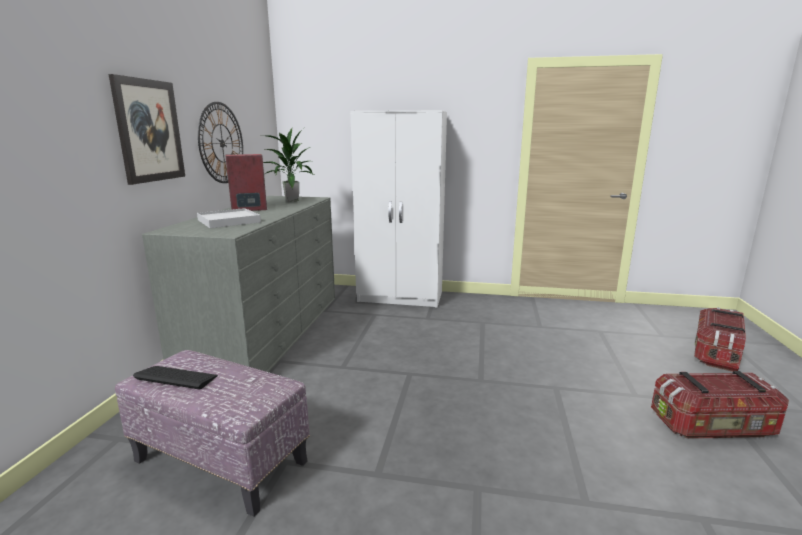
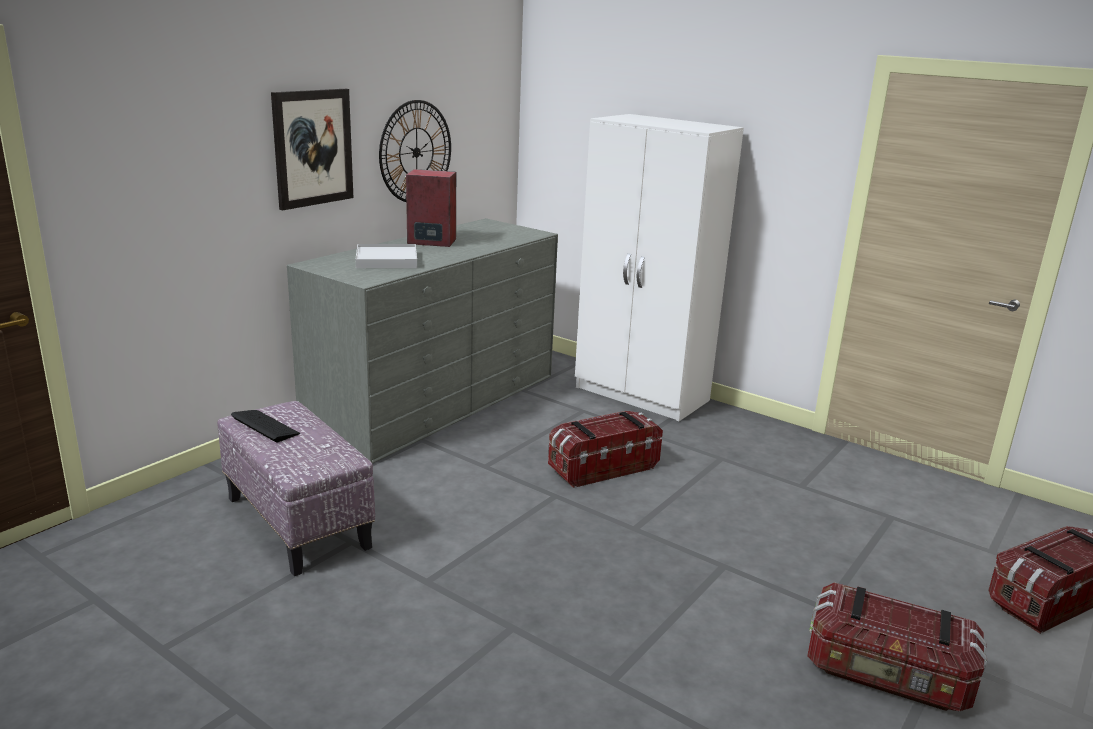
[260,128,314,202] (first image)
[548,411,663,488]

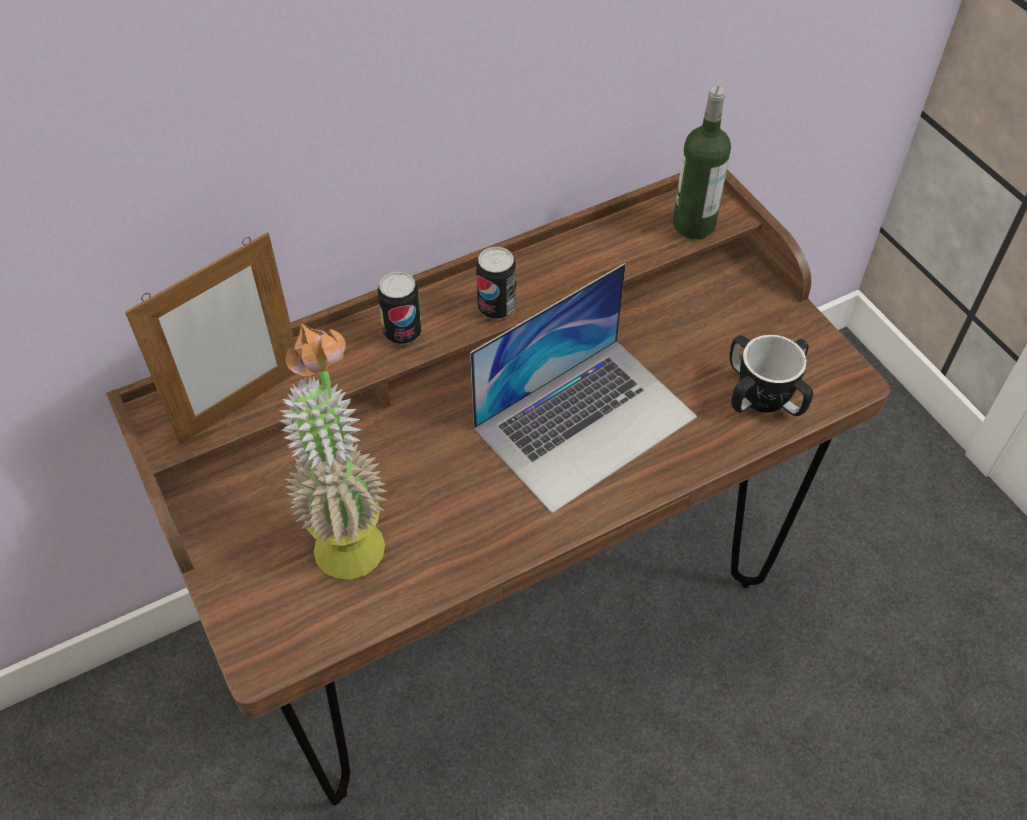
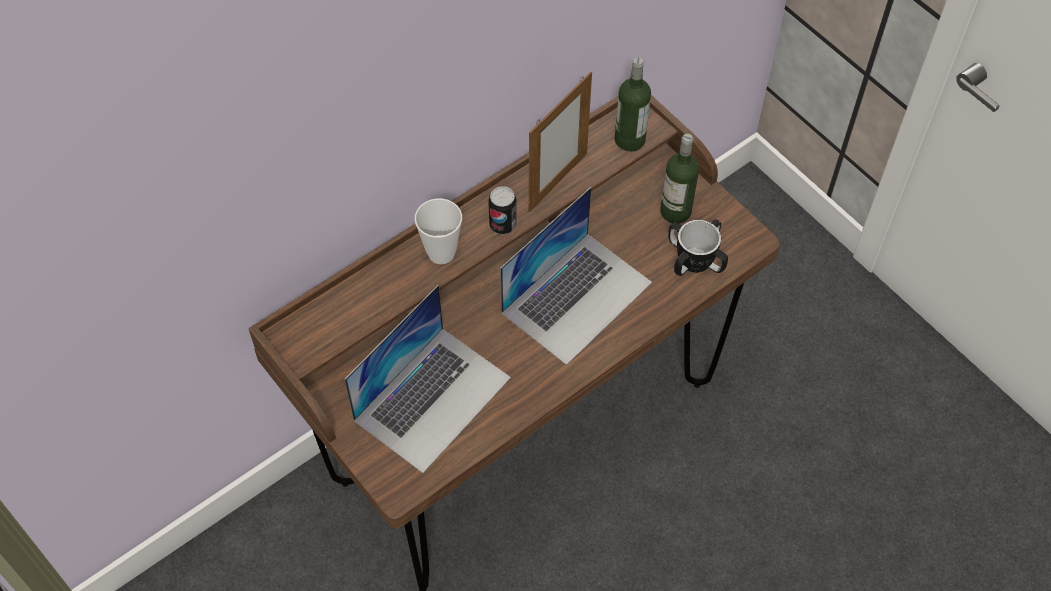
[660,134,699,224]
[529,72,592,212]
[344,285,511,473]
[415,198,462,264]

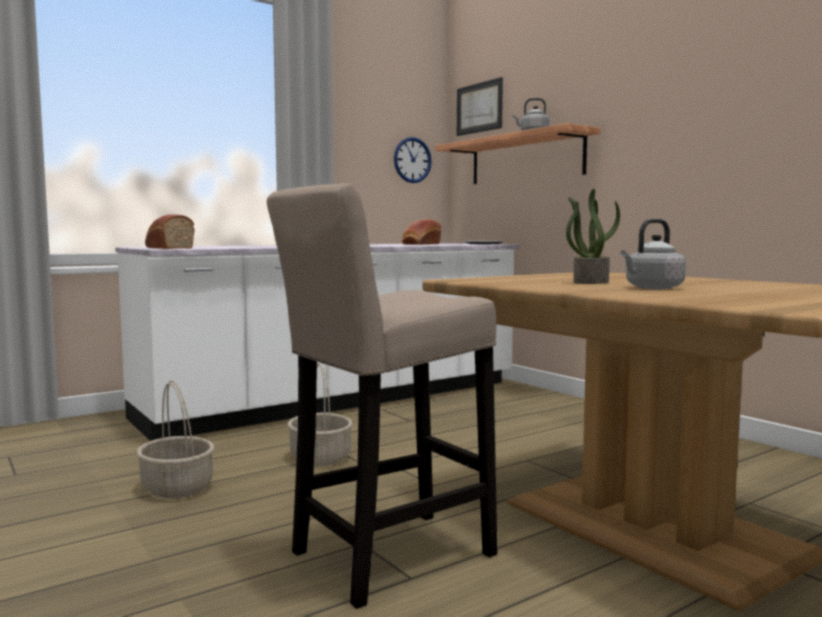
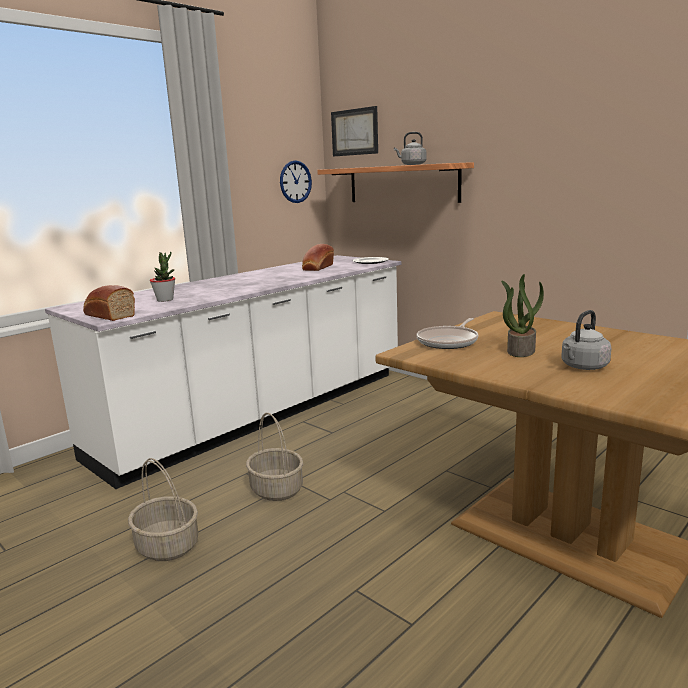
[267,183,497,609] (first image)
[150,252,175,302]
[417,318,478,349]

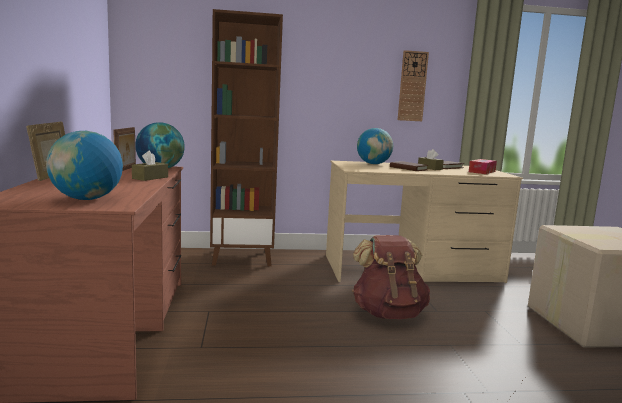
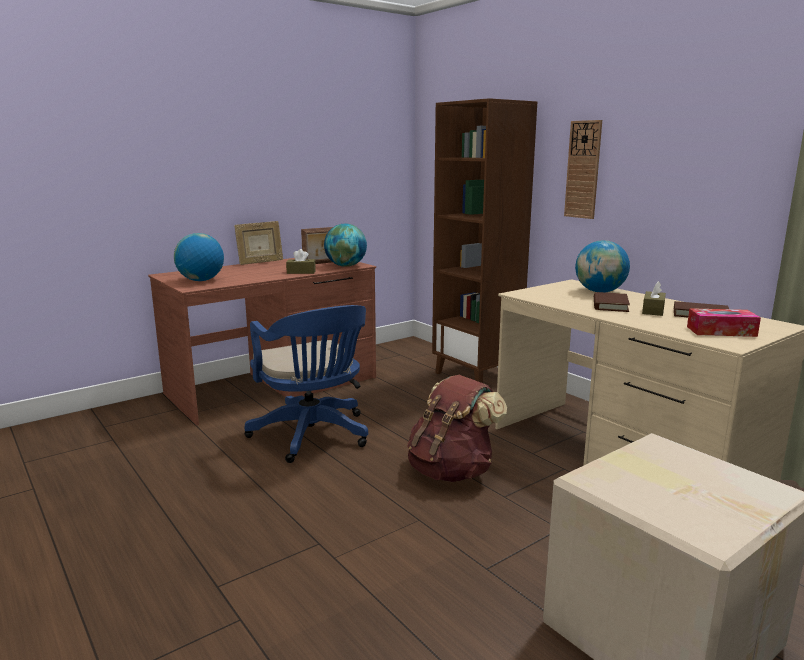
[245,305,368,463]
[564,120,602,219]

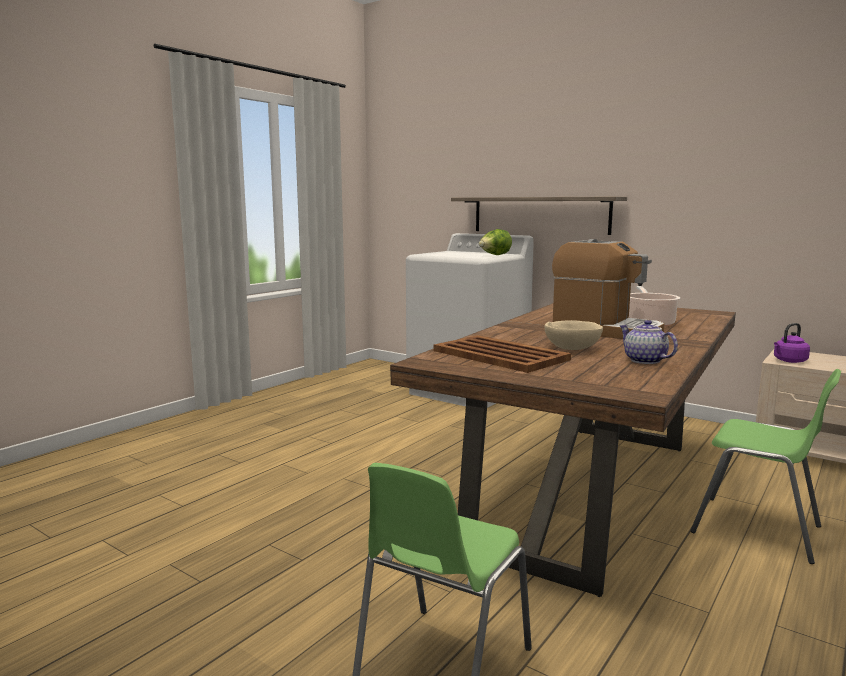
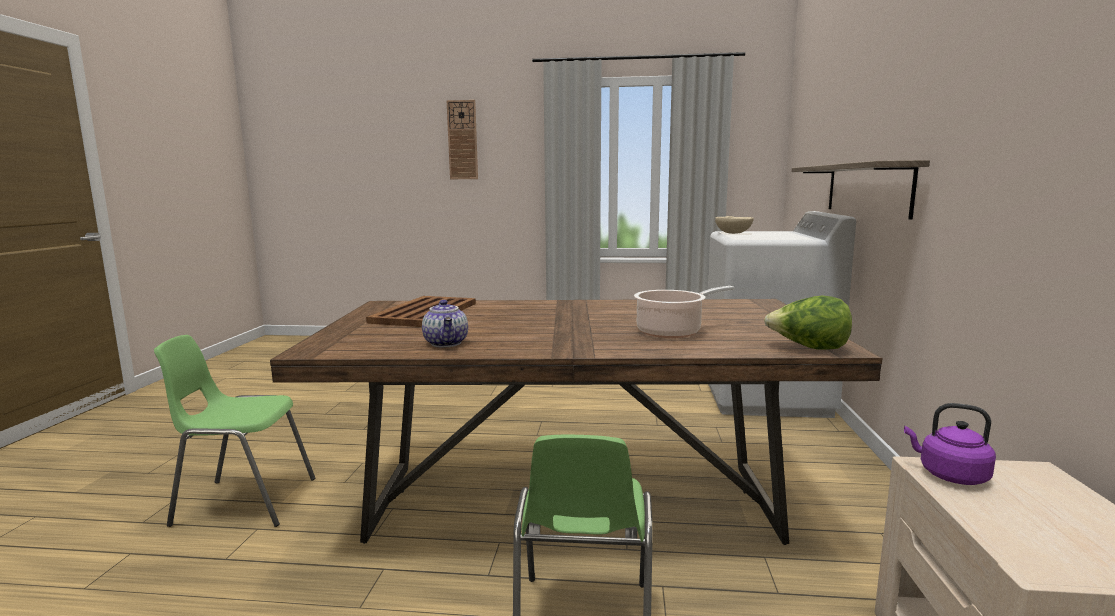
[552,239,664,339] (first image)
[447,100,478,179]
[764,296,852,350]
[715,216,754,234]
[422,300,468,348]

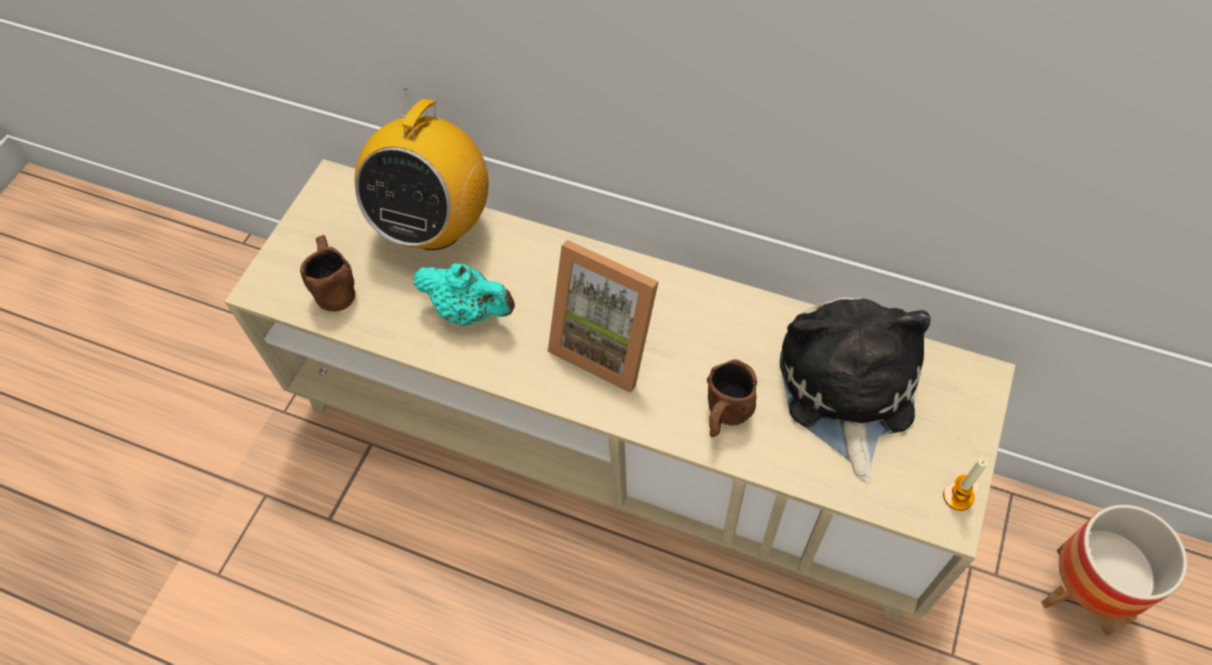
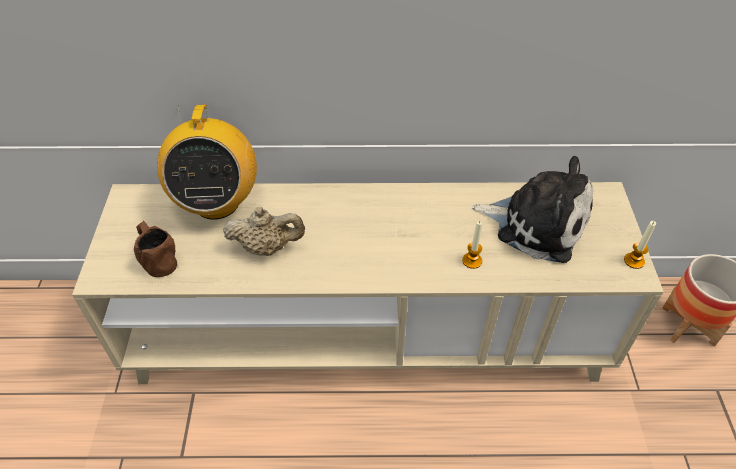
[548,240,658,393] (first image)
[462,221,483,269]
[223,207,305,256]
[472,156,593,263]

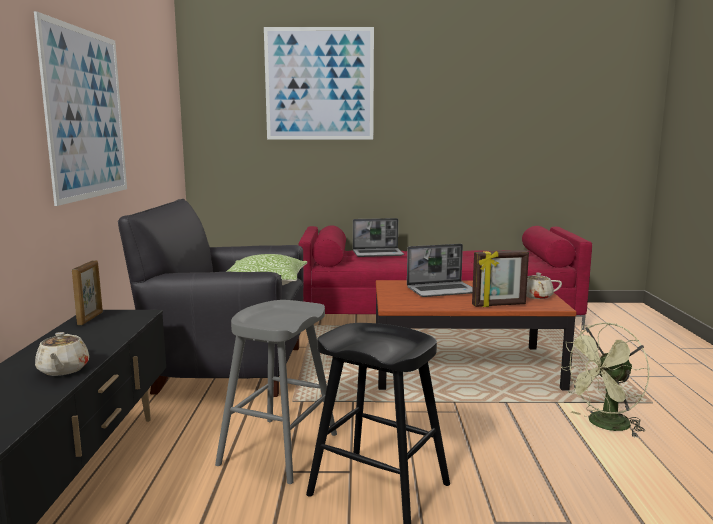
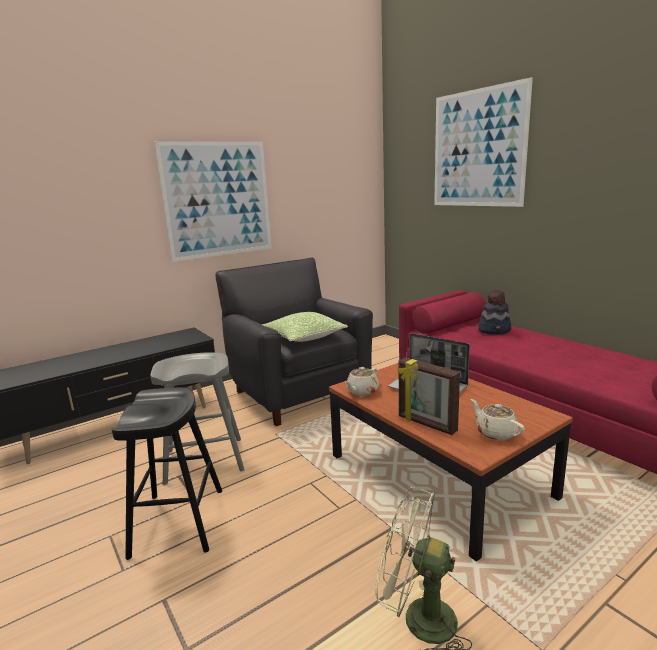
[72,260,103,325] (first image)
[345,367,379,396]
[478,289,511,335]

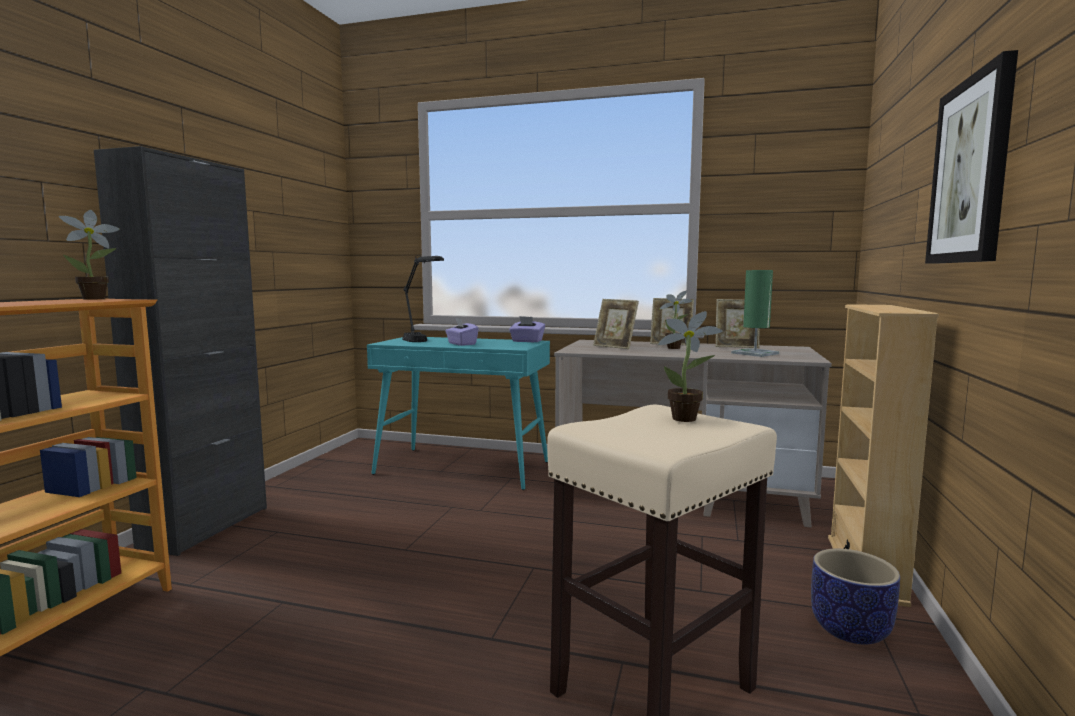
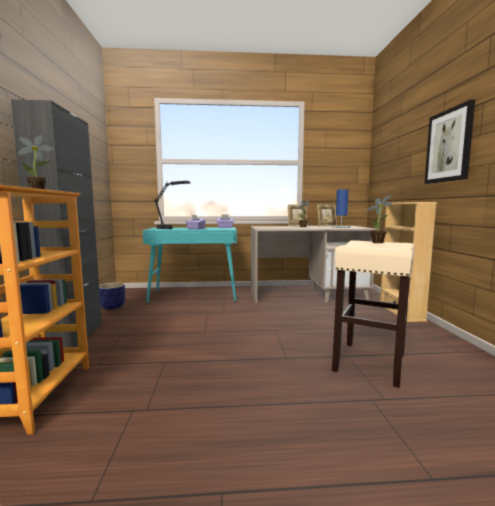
[593,299,639,349] (first image)
[99,282,125,310]
[332,189,350,228]

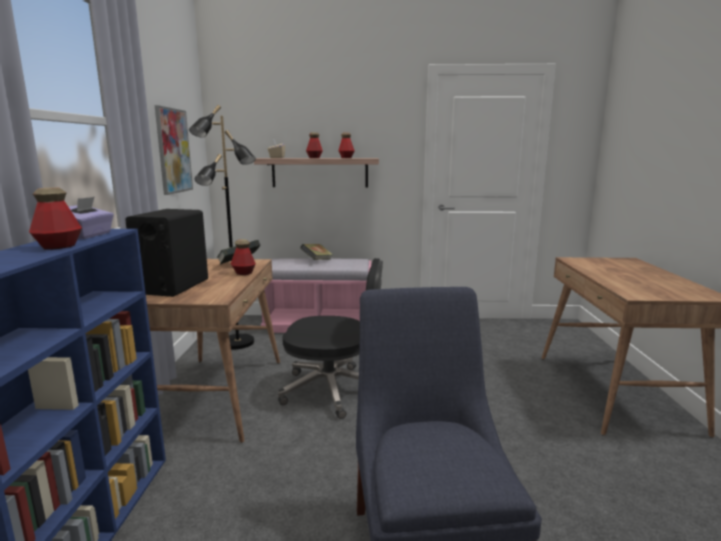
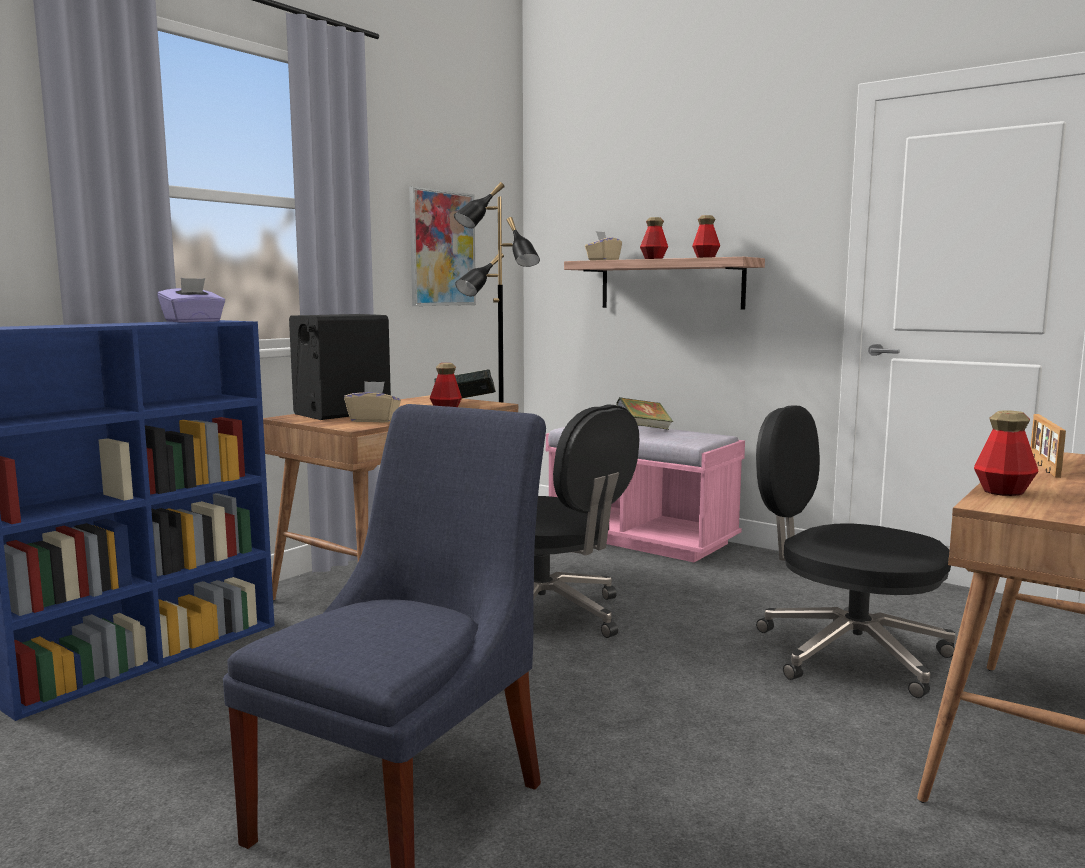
[344,381,401,423]
[756,406,956,698]
[1031,414,1066,478]
[974,410,1038,496]

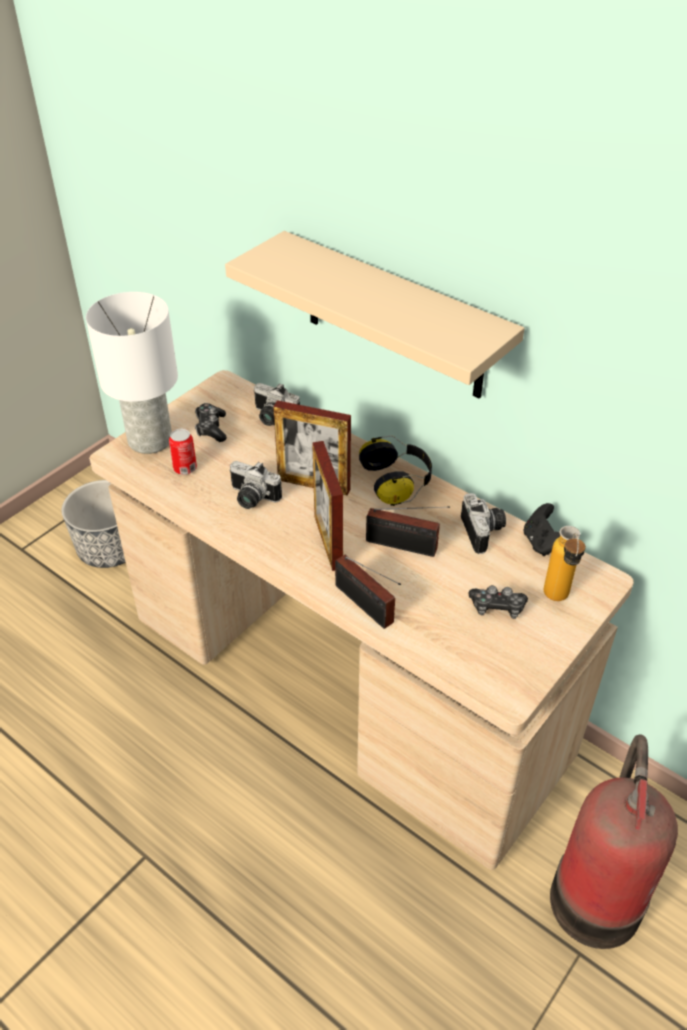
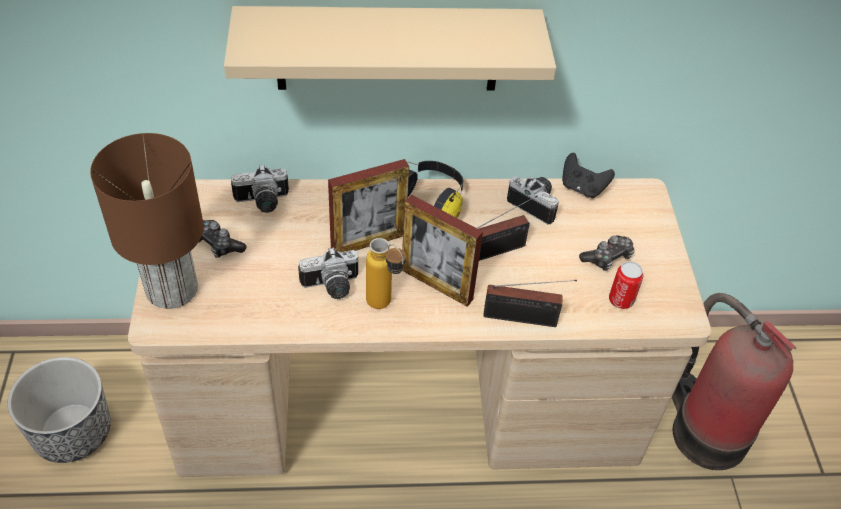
[609,261,643,309]
[366,238,406,309]
[90,133,204,309]

